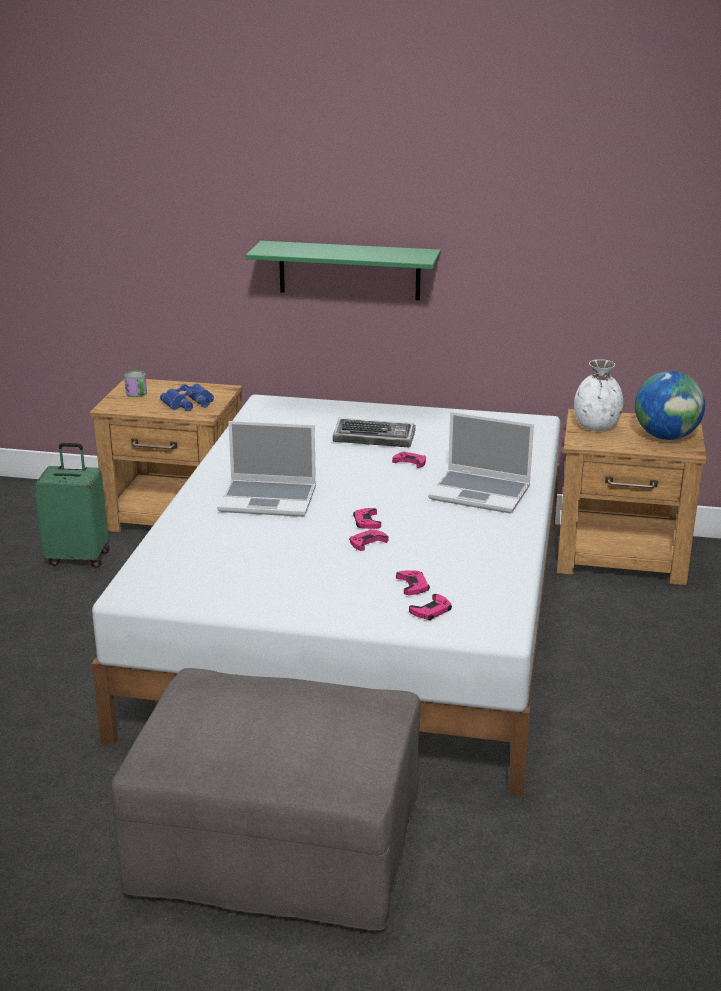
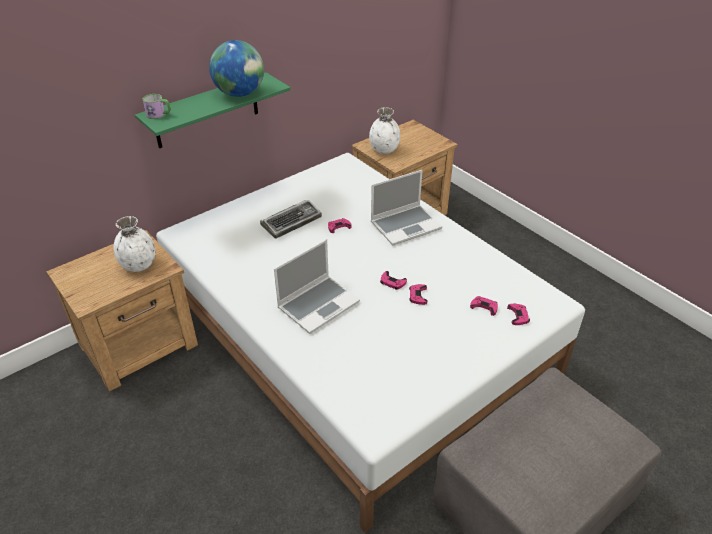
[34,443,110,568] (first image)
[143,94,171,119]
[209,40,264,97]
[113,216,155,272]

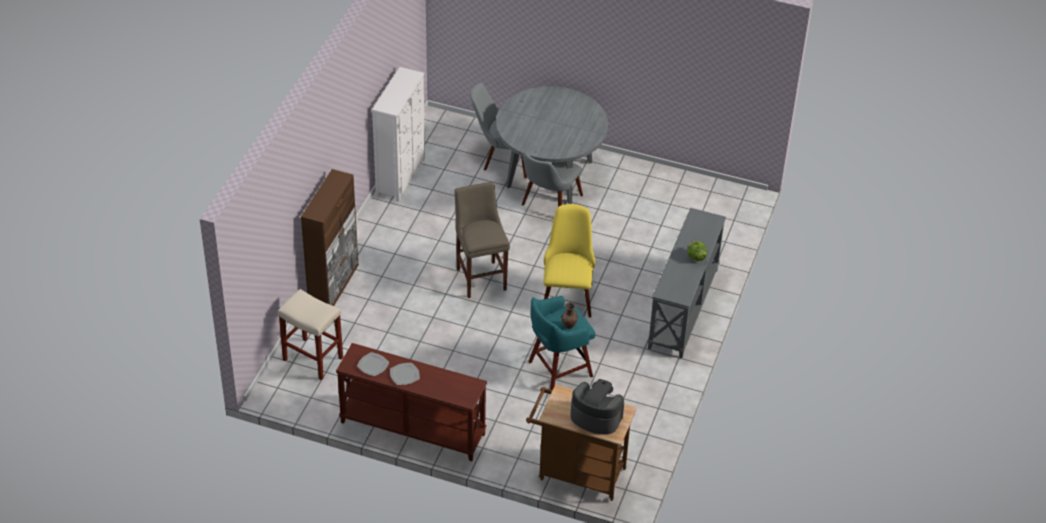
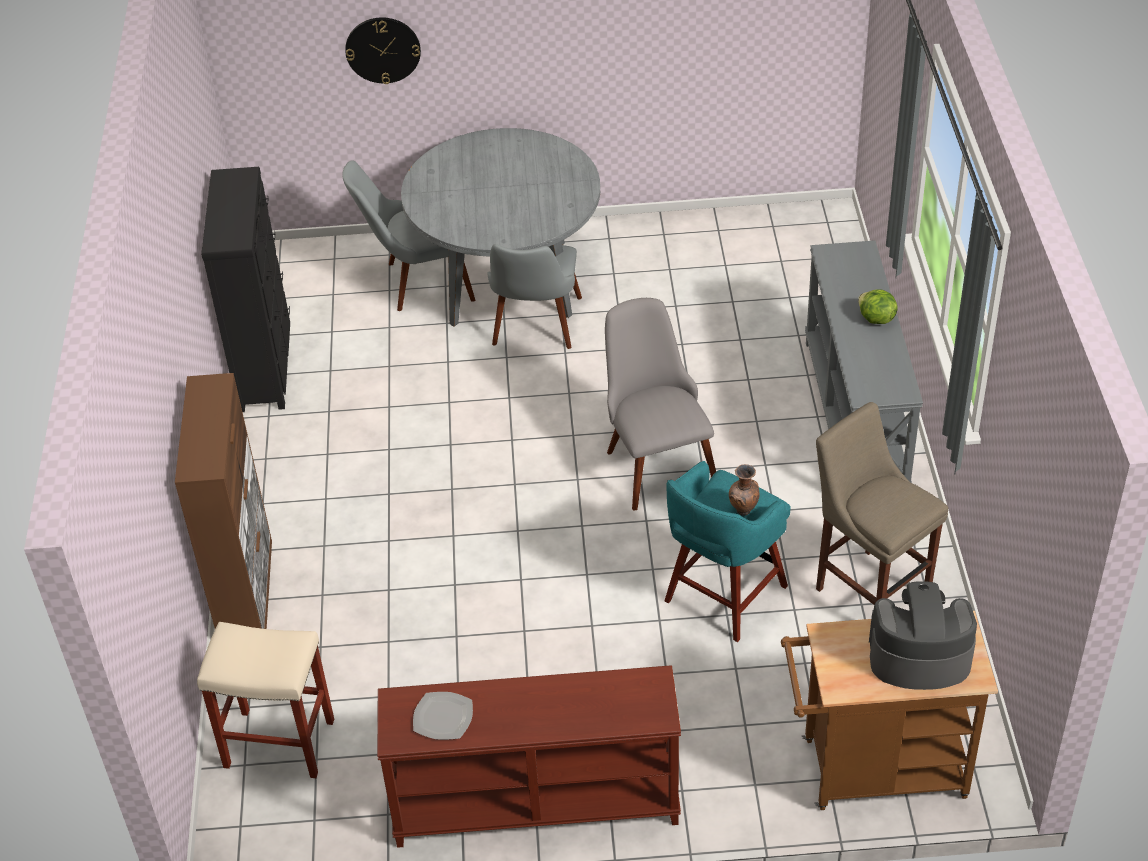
[390,363,420,385] (first image)
[345,17,421,84]
[816,402,948,605]
[201,167,290,412]
[605,298,716,511]

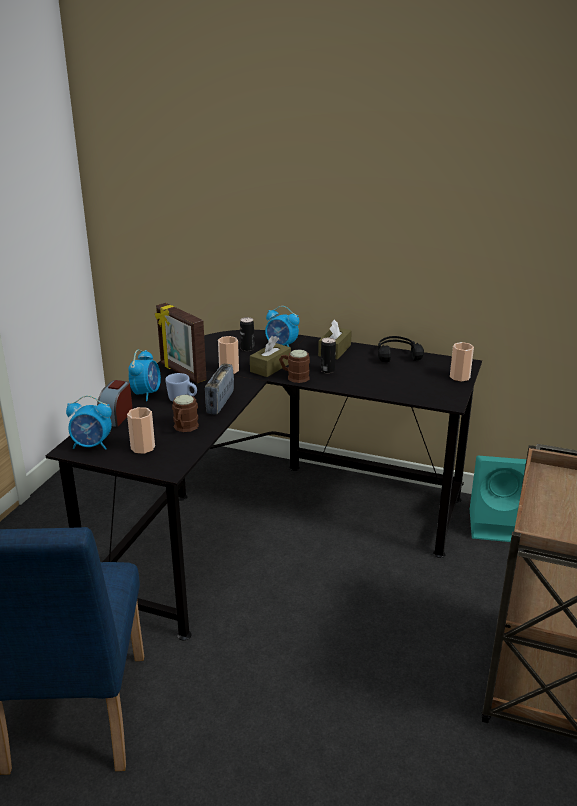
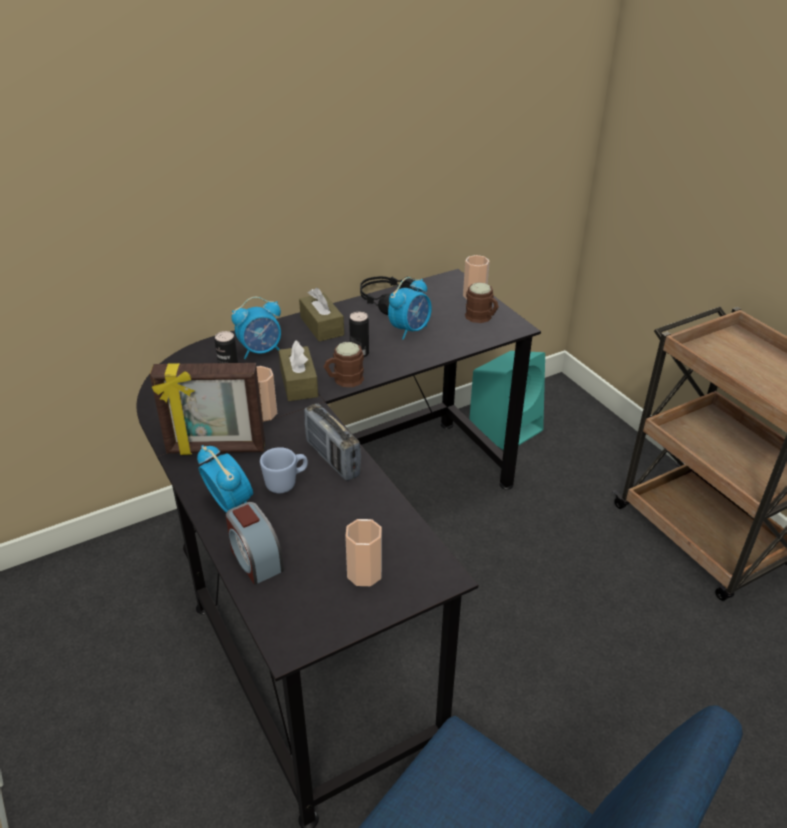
[388,277,432,340]
[465,282,499,323]

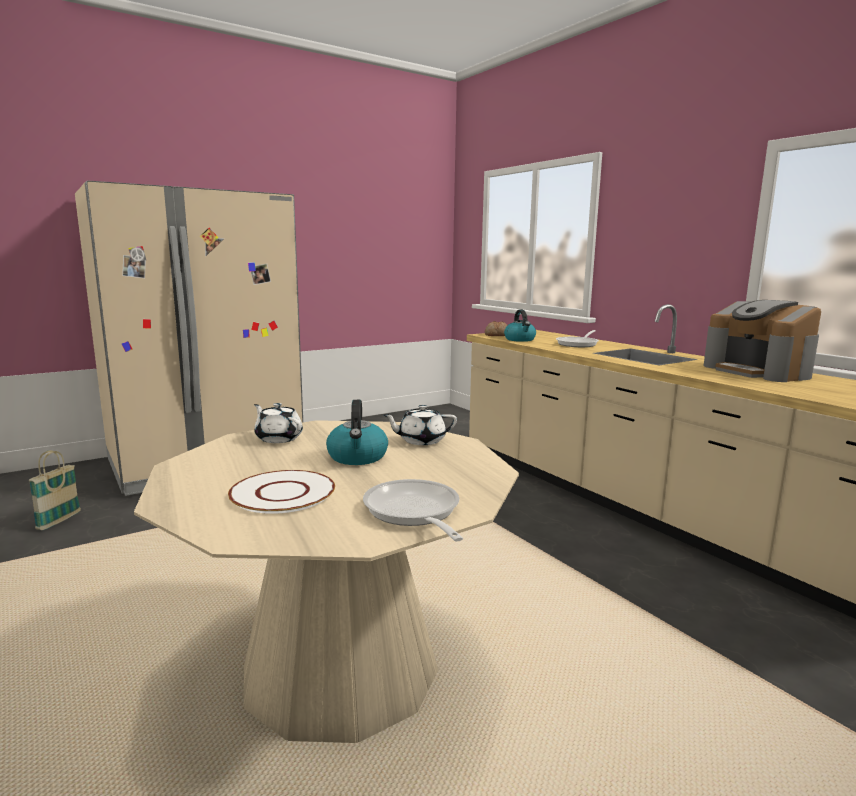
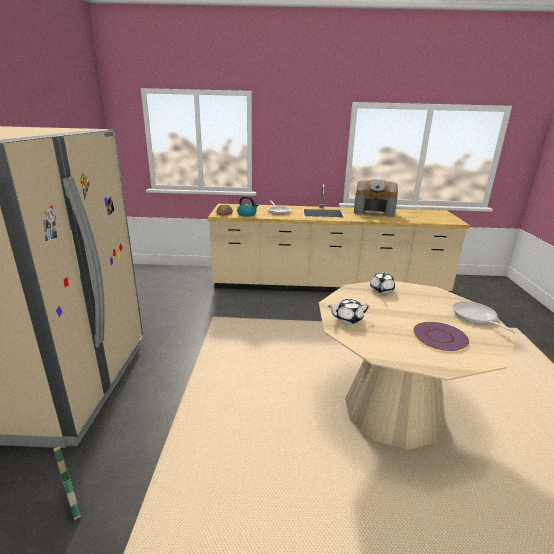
[326,400,388,465] (first image)
[413,322,469,351]
[452,301,517,333]

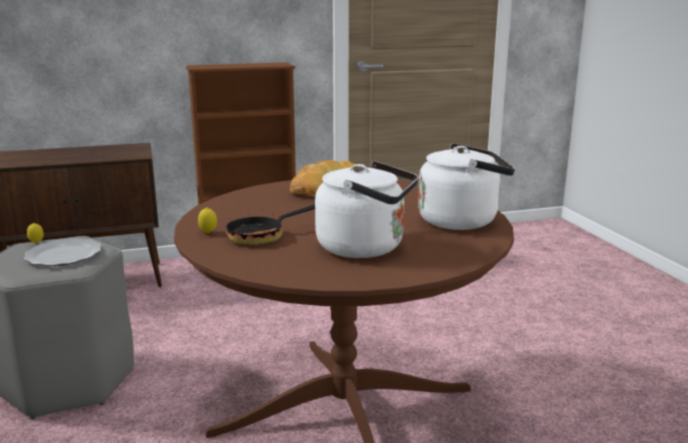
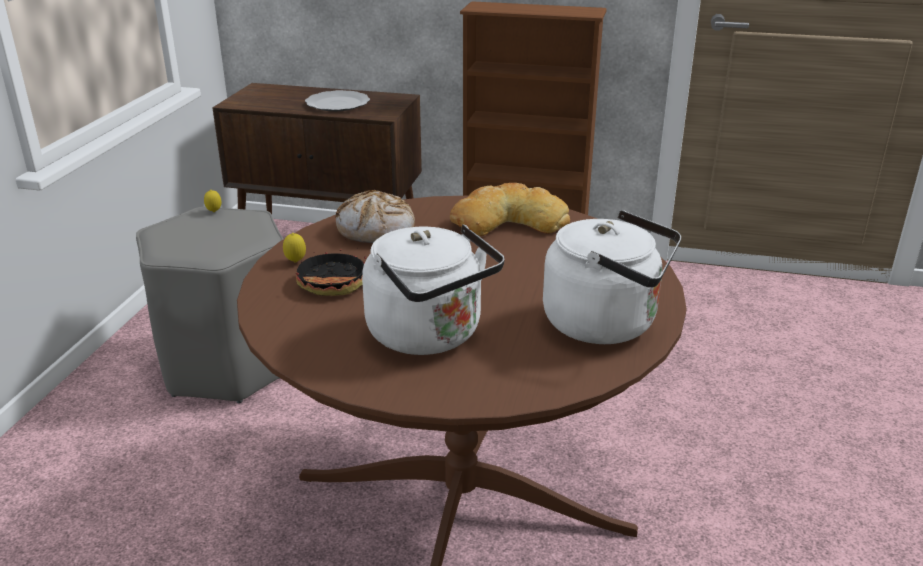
[336,190,415,243]
[305,90,370,111]

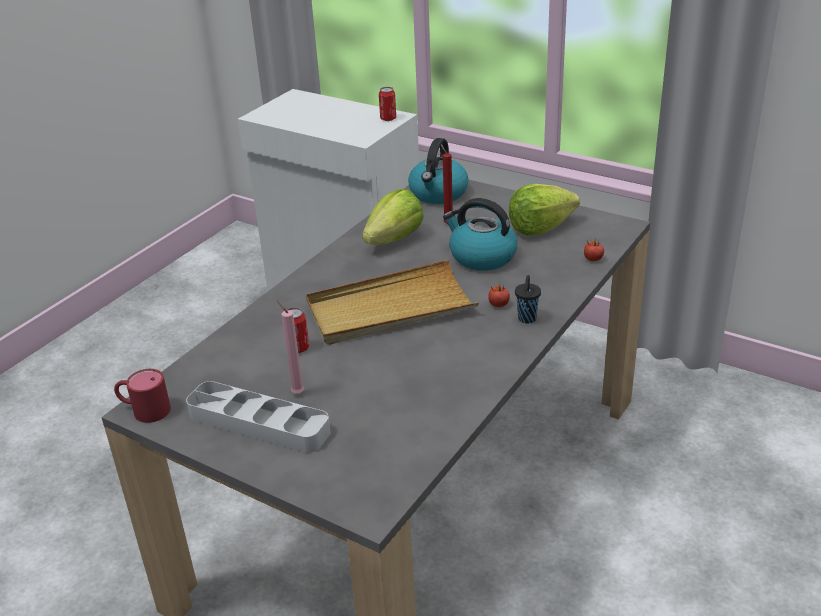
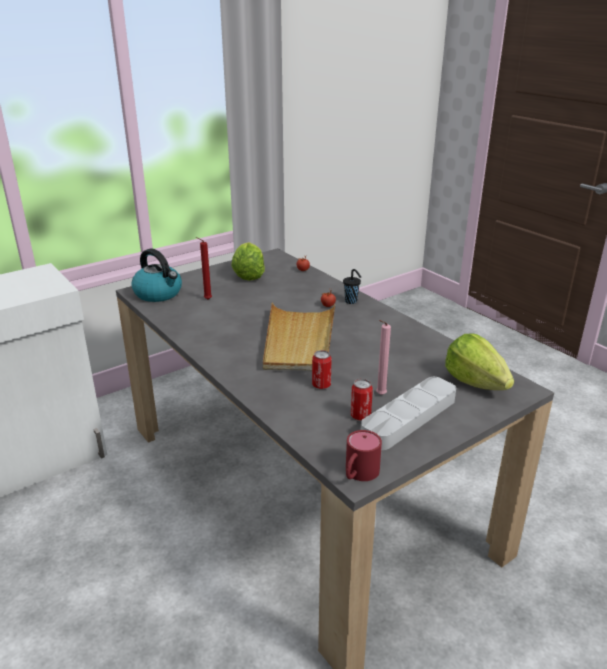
[443,198,517,271] (first image)
[445,333,514,390]
[351,379,373,420]

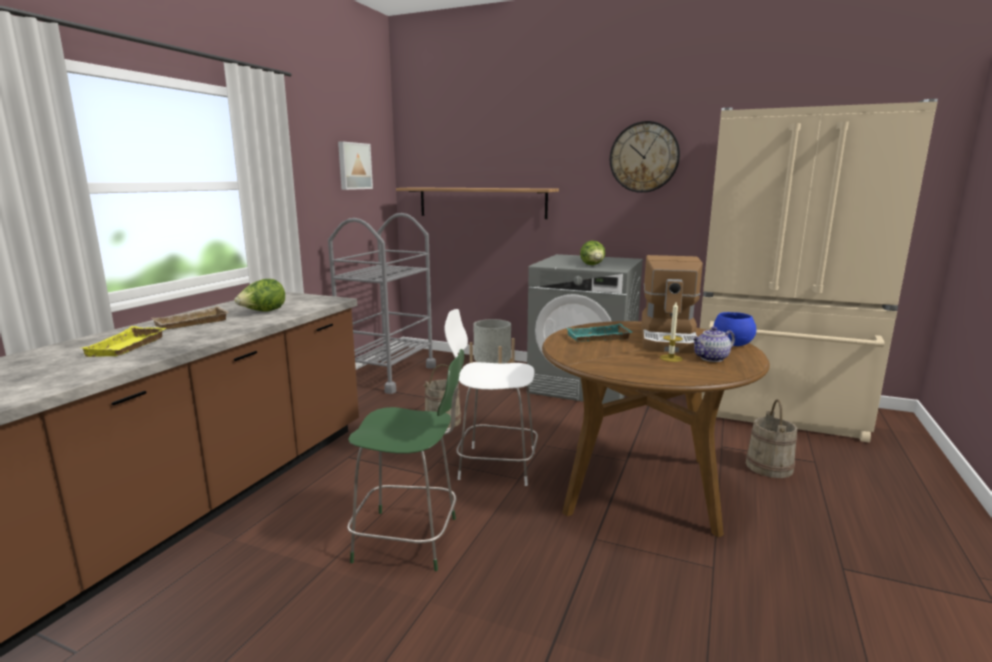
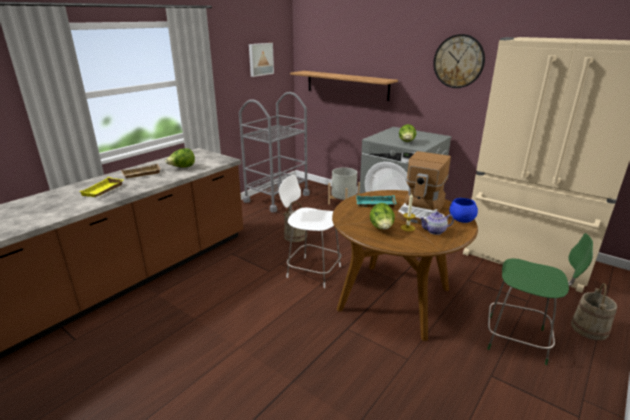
[370,203,395,230]
[487,233,593,365]
[571,283,617,340]

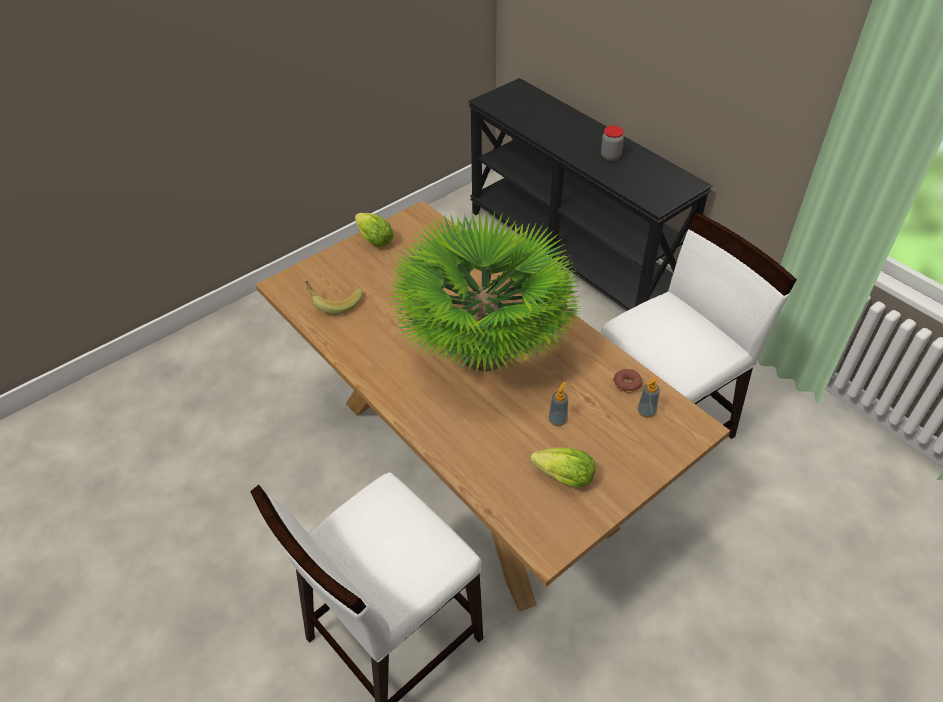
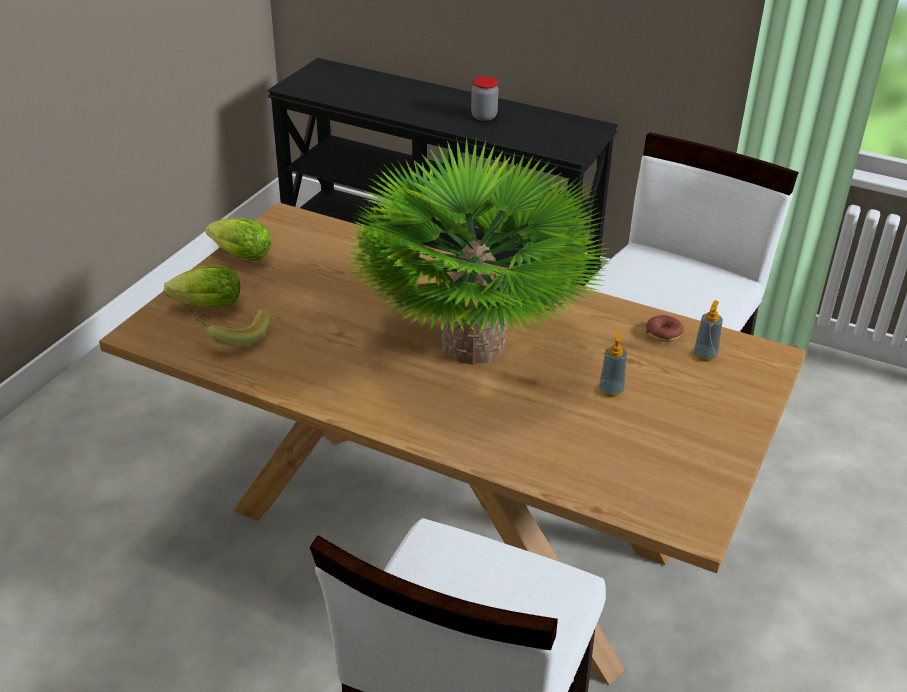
[164,265,240,307]

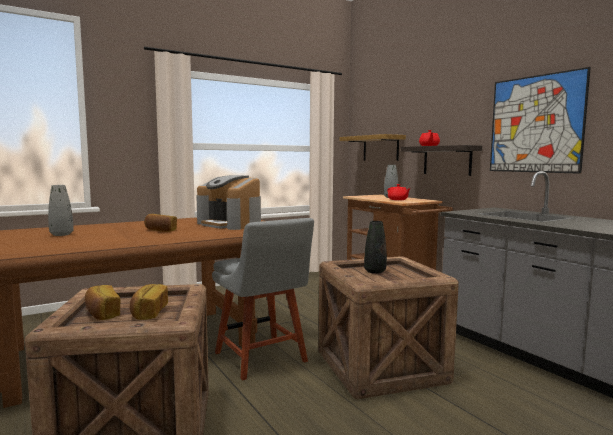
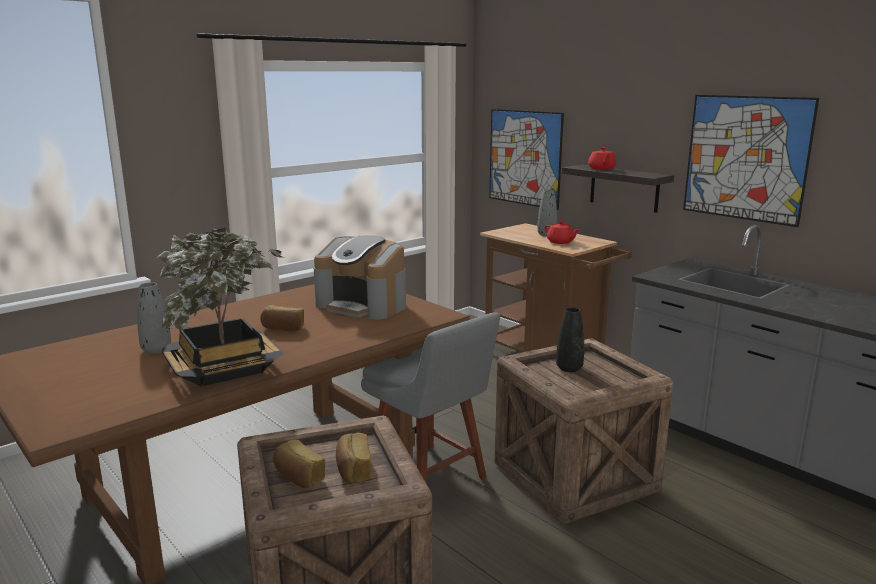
[156,228,285,386]
[489,109,564,210]

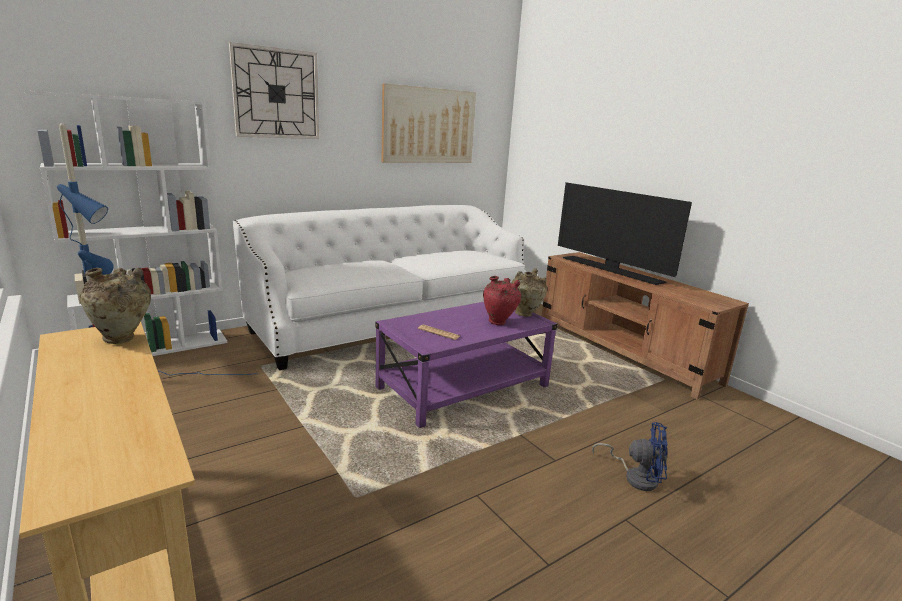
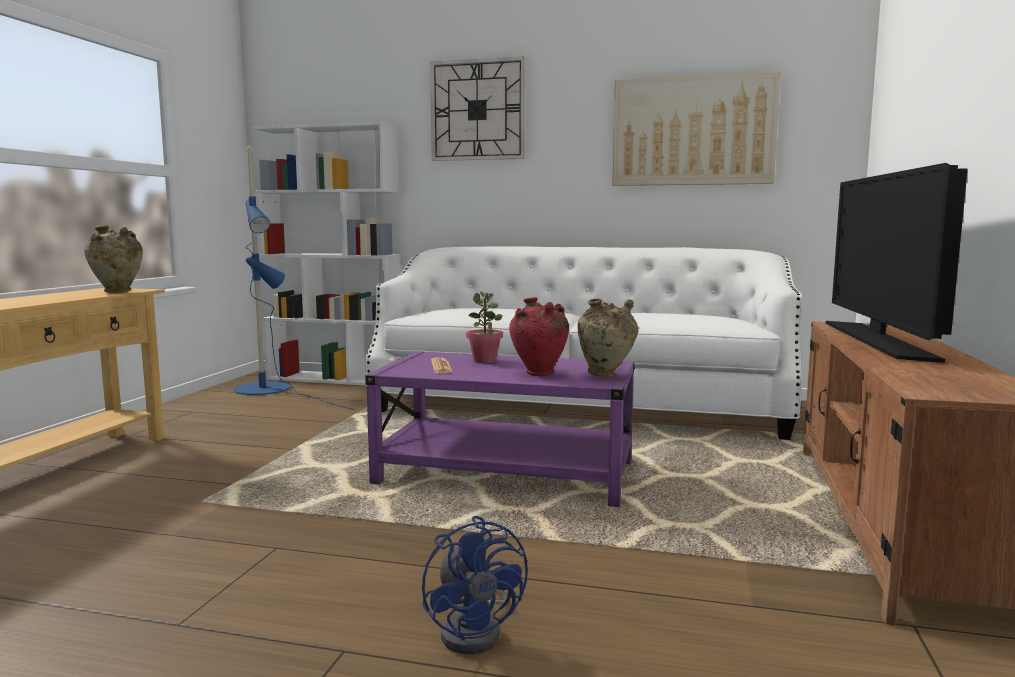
[466,291,503,363]

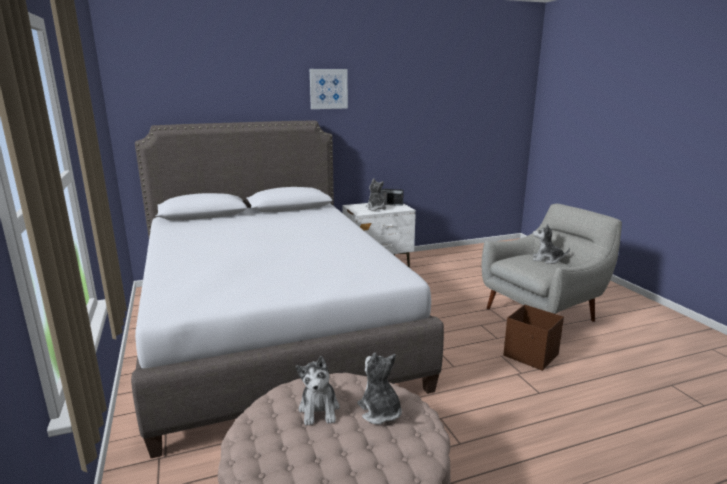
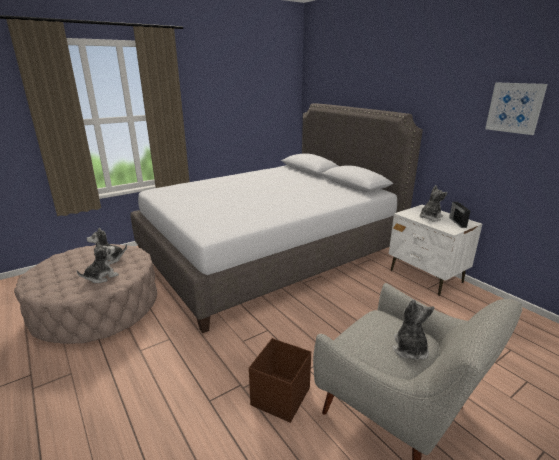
[485,83,548,135]

